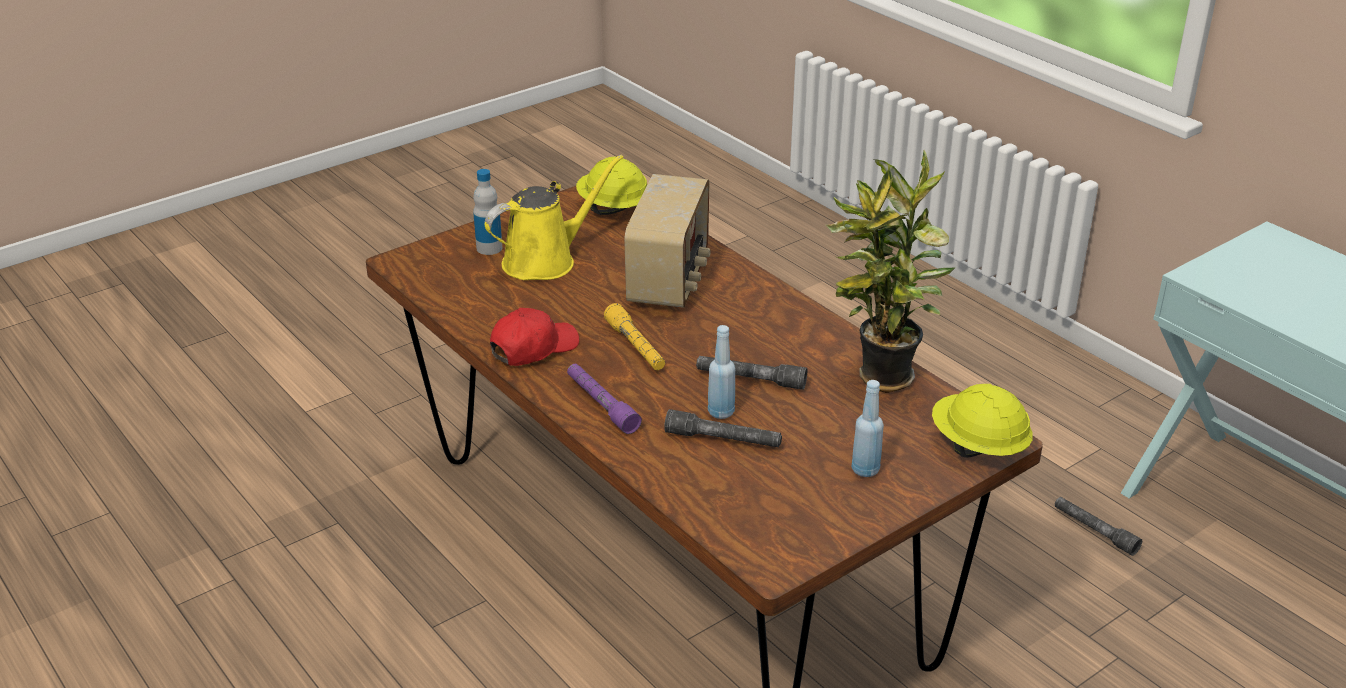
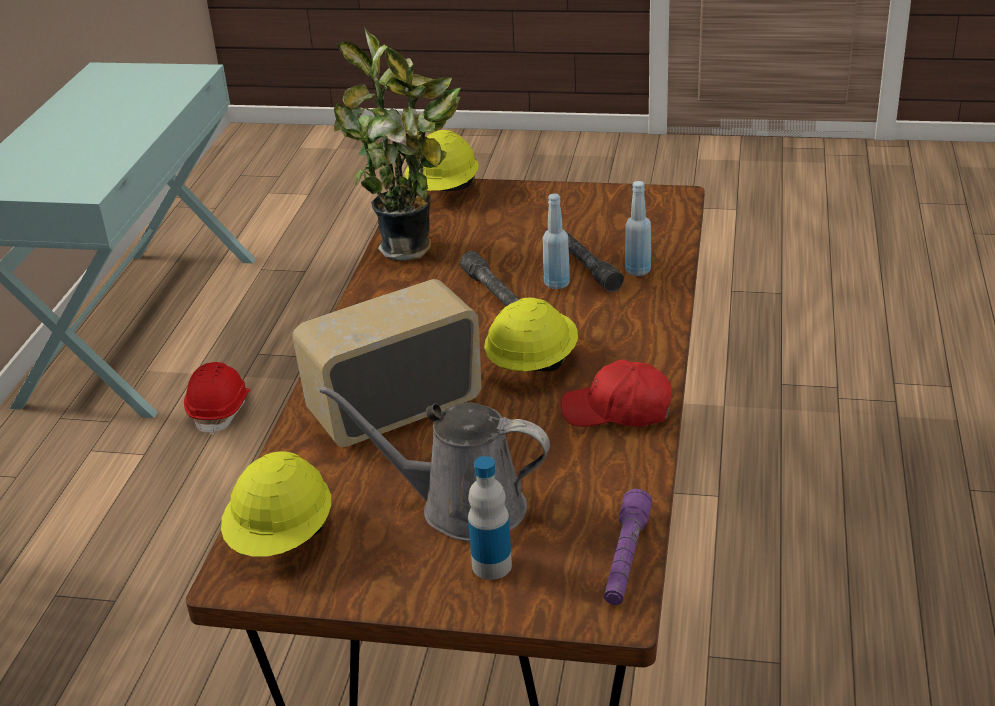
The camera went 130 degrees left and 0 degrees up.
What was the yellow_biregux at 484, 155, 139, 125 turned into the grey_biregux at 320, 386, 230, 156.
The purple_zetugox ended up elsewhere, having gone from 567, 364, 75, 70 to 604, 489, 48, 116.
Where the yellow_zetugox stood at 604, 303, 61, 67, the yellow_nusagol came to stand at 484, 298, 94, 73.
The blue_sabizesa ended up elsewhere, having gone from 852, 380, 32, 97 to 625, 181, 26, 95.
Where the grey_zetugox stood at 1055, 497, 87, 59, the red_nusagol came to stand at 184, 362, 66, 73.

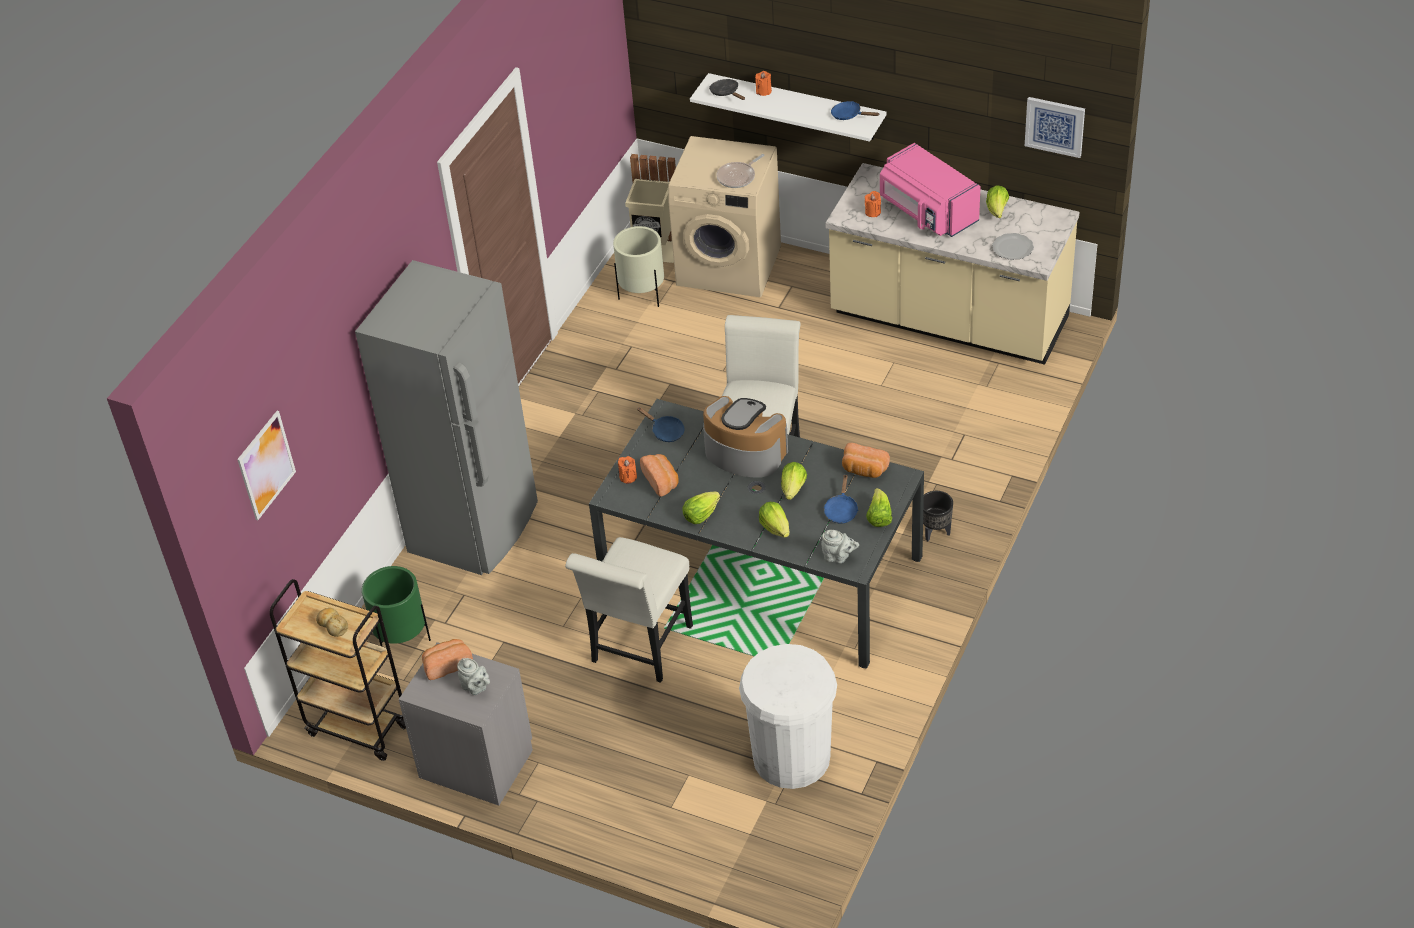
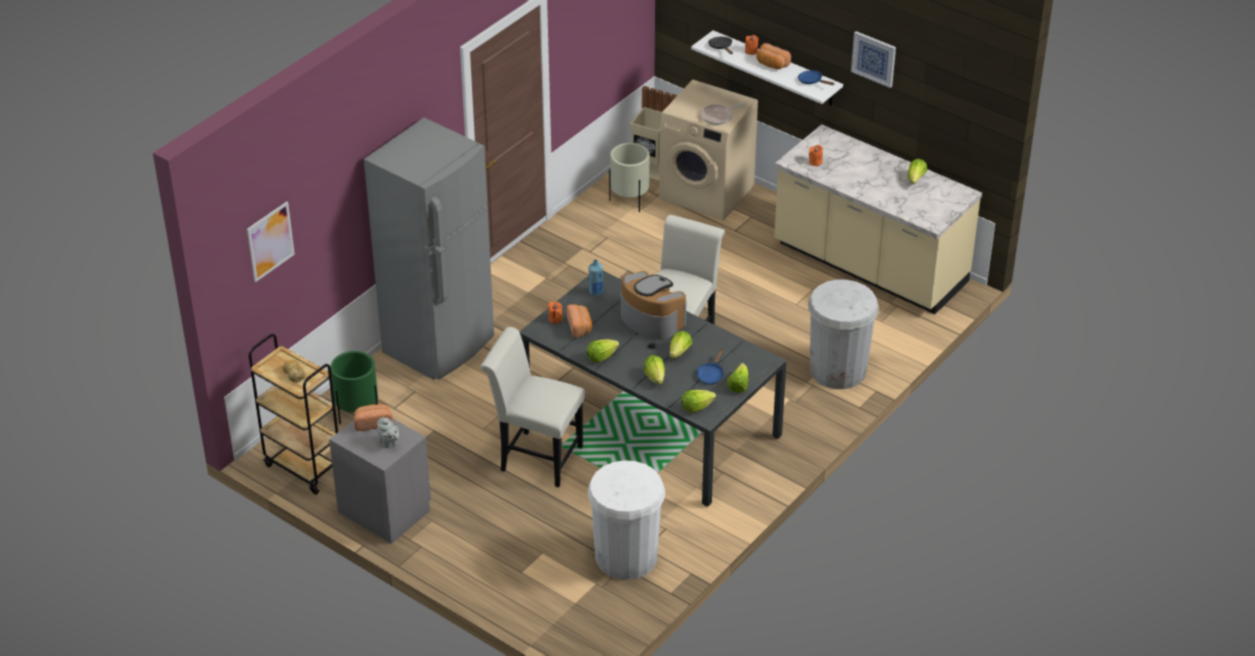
The camera went 10 degrees right and 5 degrees down.
The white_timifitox at 565, 537, 128, 146 ended up facing another way, 75 degrees clockwise from before.
Where the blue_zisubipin stood at 637, 407, 48, 35, the blue_sabizesa came to stand at 589, 259, 14, 37.
Where the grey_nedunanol stood at 821, 530, 38, 33, the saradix came to stand at 681, 390, 35, 23.
The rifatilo ended up elsewhere, having gone from 842, 443, 48, 35 to 756, 43, 35, 26.
The second view lost the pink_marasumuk at 880, 143, 101, 94.
The second view lost the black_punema at 923, 491, 30, 50.
The second view lost the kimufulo at 992, 233, 42, 27.
The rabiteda ended up elsewhere, having gone from 1025, 97, 60, 61 to 851, 31, 45, 57.
The second view gained the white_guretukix at 808, 279, 71, 110.

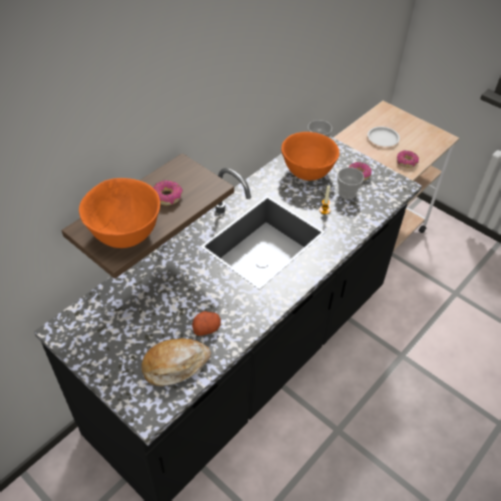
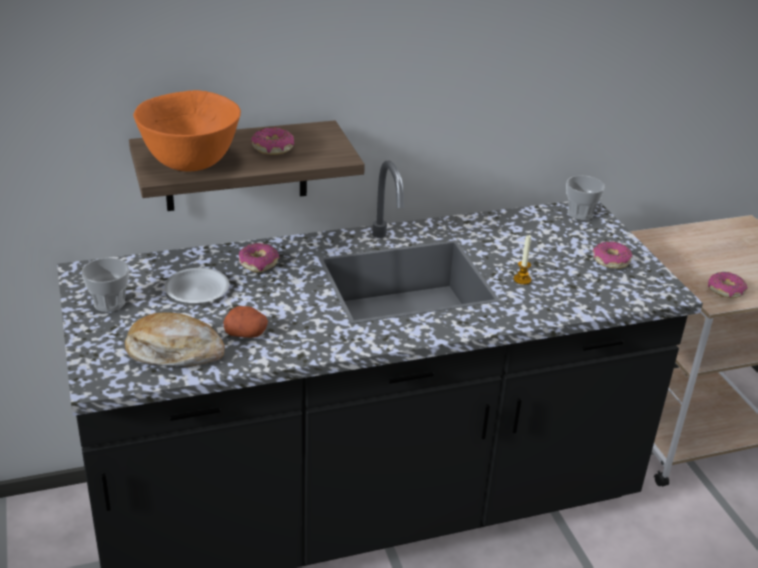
The camera went 30 degrees right and 15 degrees down.
The second view lost the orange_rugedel at 281, 132, 58, 49.
The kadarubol ended up elsewhere, having gone from 337, 167, 27, 33 to 82, 258, 47, 54.
The white_kimufulo ended up elsewhere, having gone from 367, 126, 33, 21 to 164, 268, 65, 35.
The second view gained the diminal at 239, 243, 41, 29.

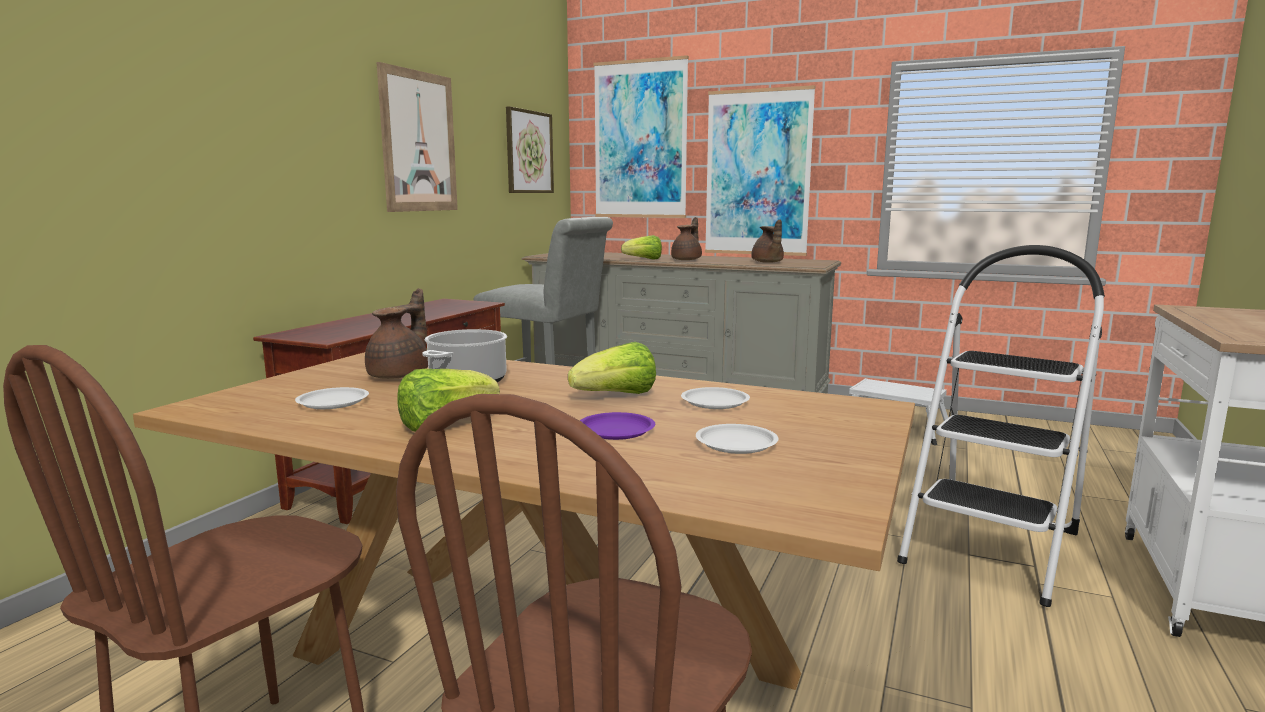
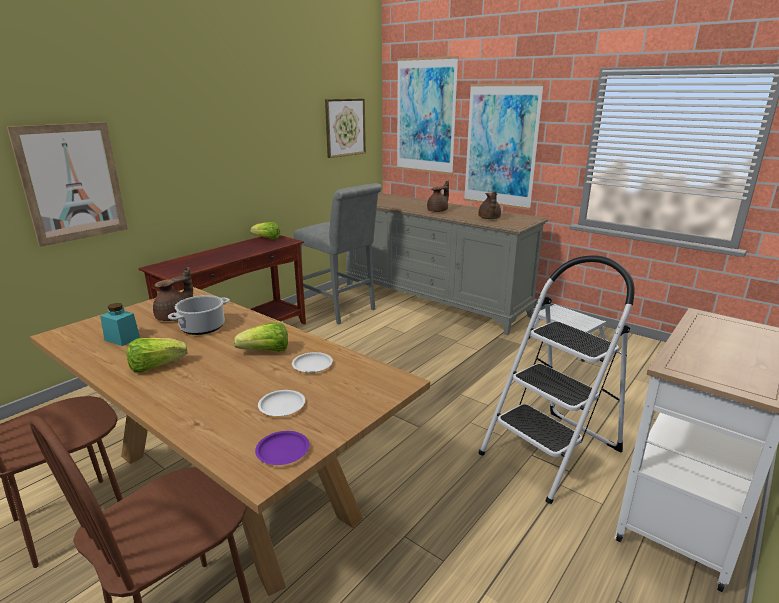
The camera went 15 degrees right and 10 degrees up.
Where the white_kimufulo stood at 295, 387, 74, 22, the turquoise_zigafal came to stand at 100, 303, 40, 43.
The rabiteda ended up elsewhere, having gone from 377, 62, 81, 150 to 7, 122, 121, 125.
The purple_kimufulo ended up elsewhere, having gone from 580, 412, 75, 28 to 255, 431, 54, 34.
The saradix ended up elsewhere, having gone from 621, 235, 41, 25 to 250, 222, 30, 17.

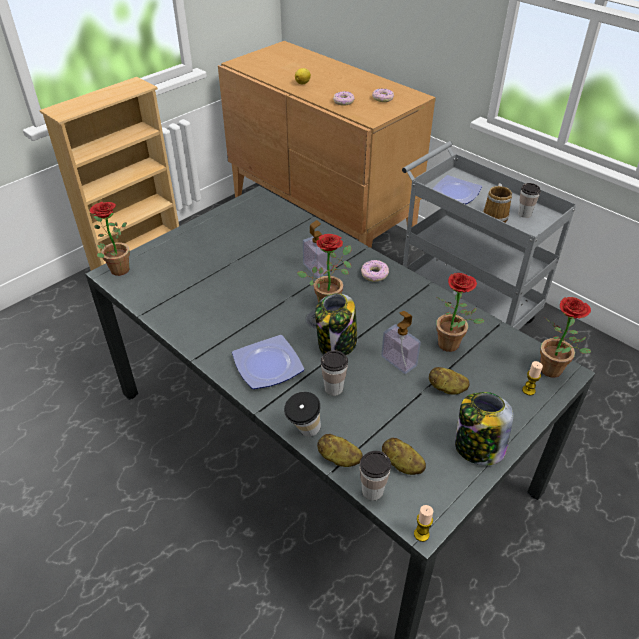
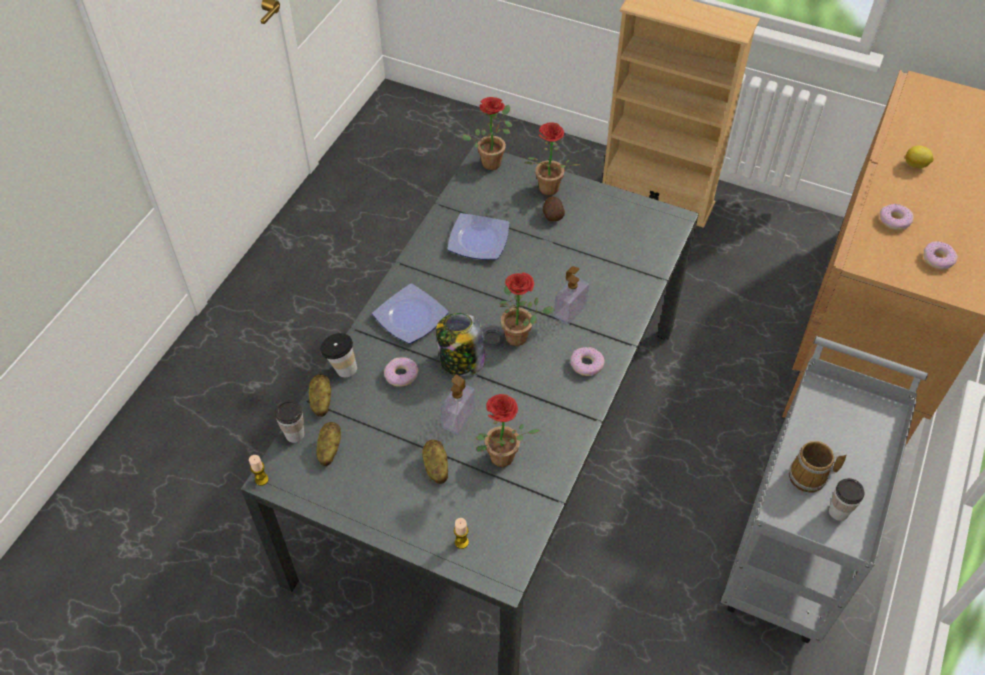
The camera went 70 degrees right and 10 degrees up.
Where the kadarubol stood at 321, 351, 27, 45, the diminal came to stand at 384, 357, 35, 30.
The kimufulo ended up elsewhere, having gone from 433, 175, 49, 29 to 447, 213, 63, 47.
The second view lost the zigafal at 455, 392, 58, 73.
The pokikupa ended up elsewhere, having gone from 540, 297, 51, 80 to 524, 122, 56, 73.
The second view gained the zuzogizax at 543, 197, 22, 24.

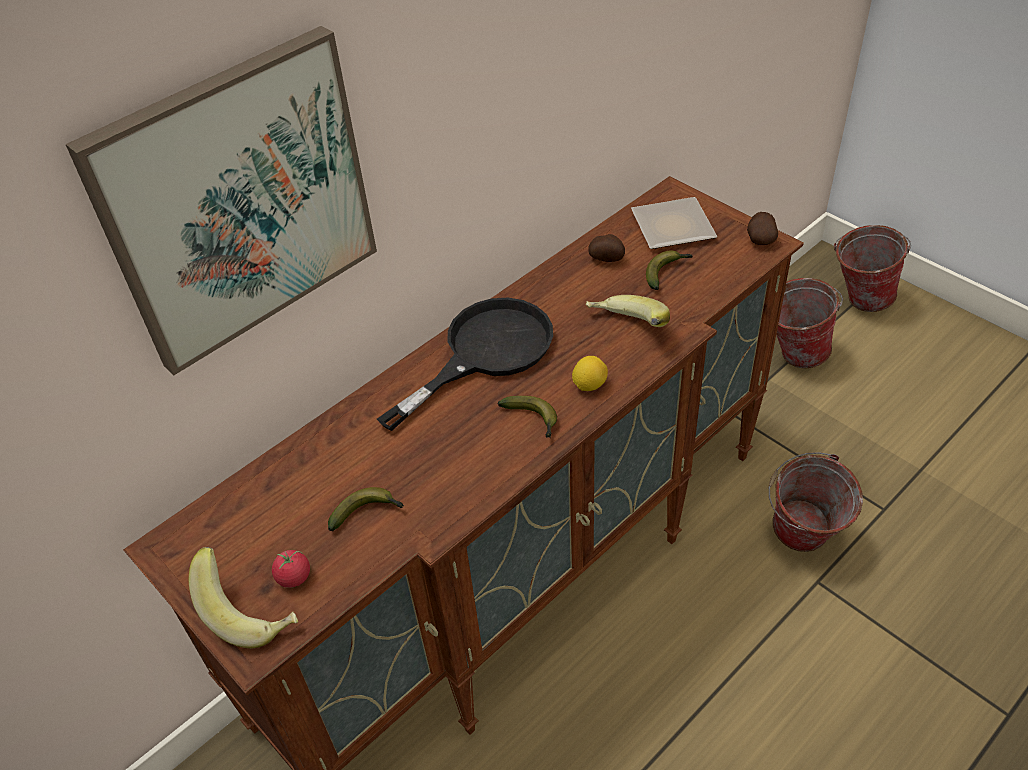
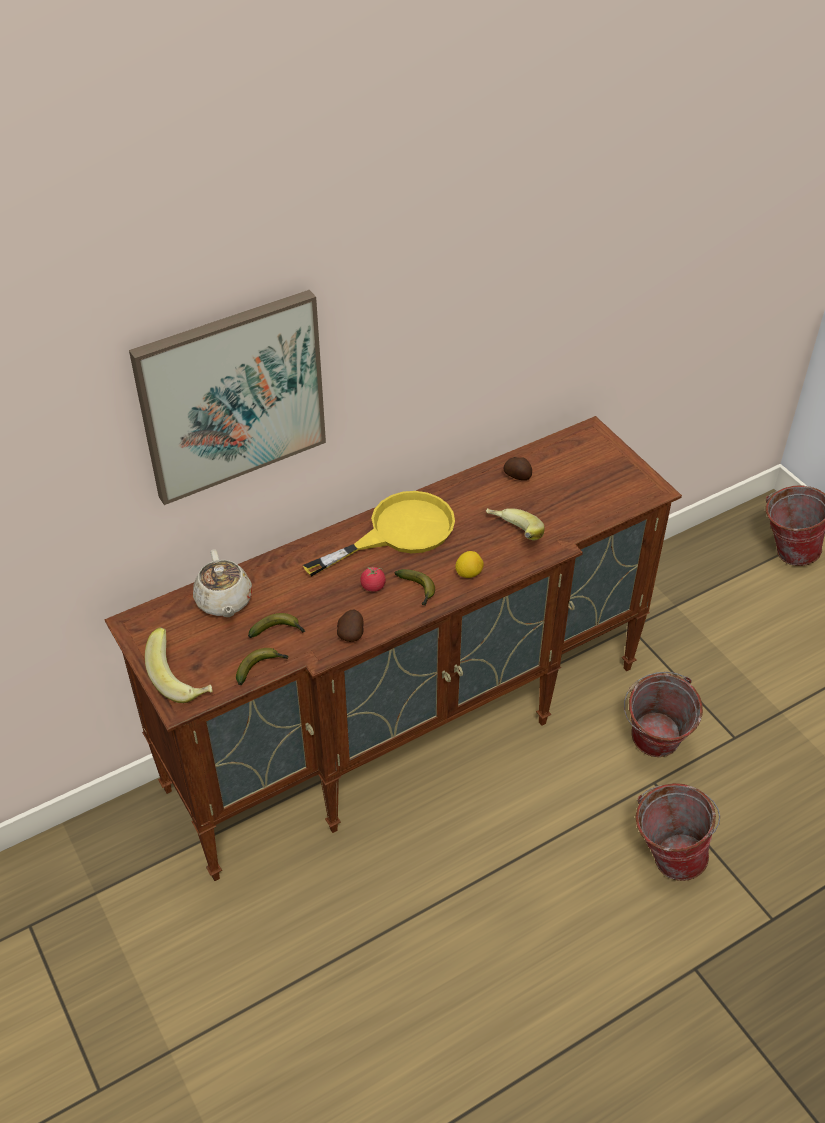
The camera went 10 degrees right and 0 degrees up.
The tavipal ended up elsewhere, having gone from 272, 550, 38, 38 to 360, 567, 26, 25.
What was the black_zisubipin at 377, 298, 176, 133 turned into the yellow_zisubipin at 303, 491, 152, 86.
The second view lost the kimufulo at 631, 197, 87, 52.
The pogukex ended up elsewhere, having gone from 646, 250, 47, 40 to 236, 648, 52, 37.
The zuzogizax ended up elsewhere, having gone from 747, 212, 31, 33 to 337, 610, 26, 32.
The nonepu ended up elsewhere, having gone from 776, 278, 67, 90 to 635, 783, 85, 98.
The second view gained the beige_nedunanol at 193, 549, 59, 68.

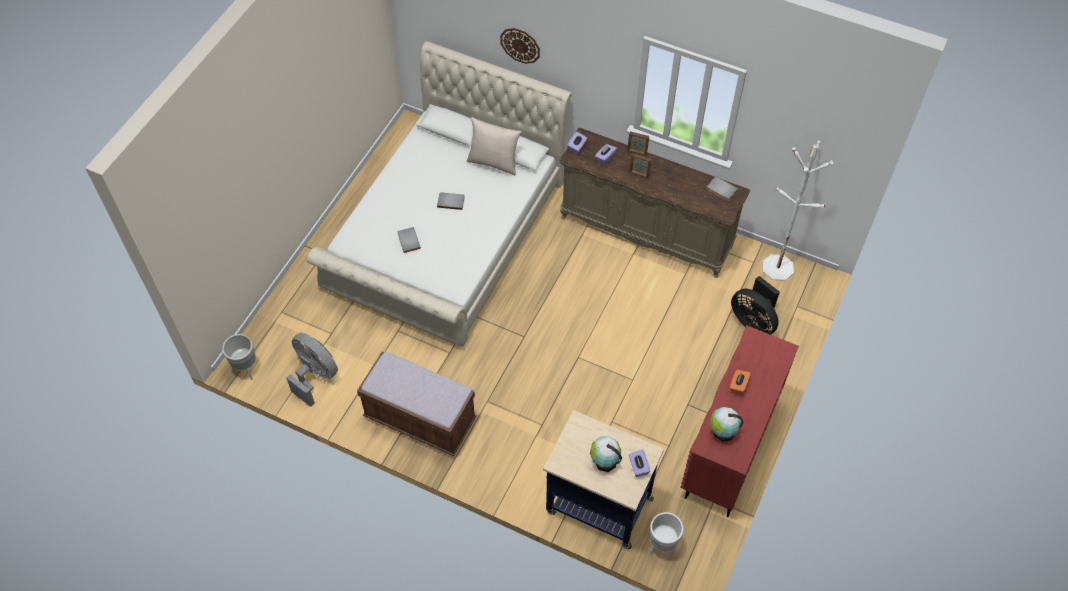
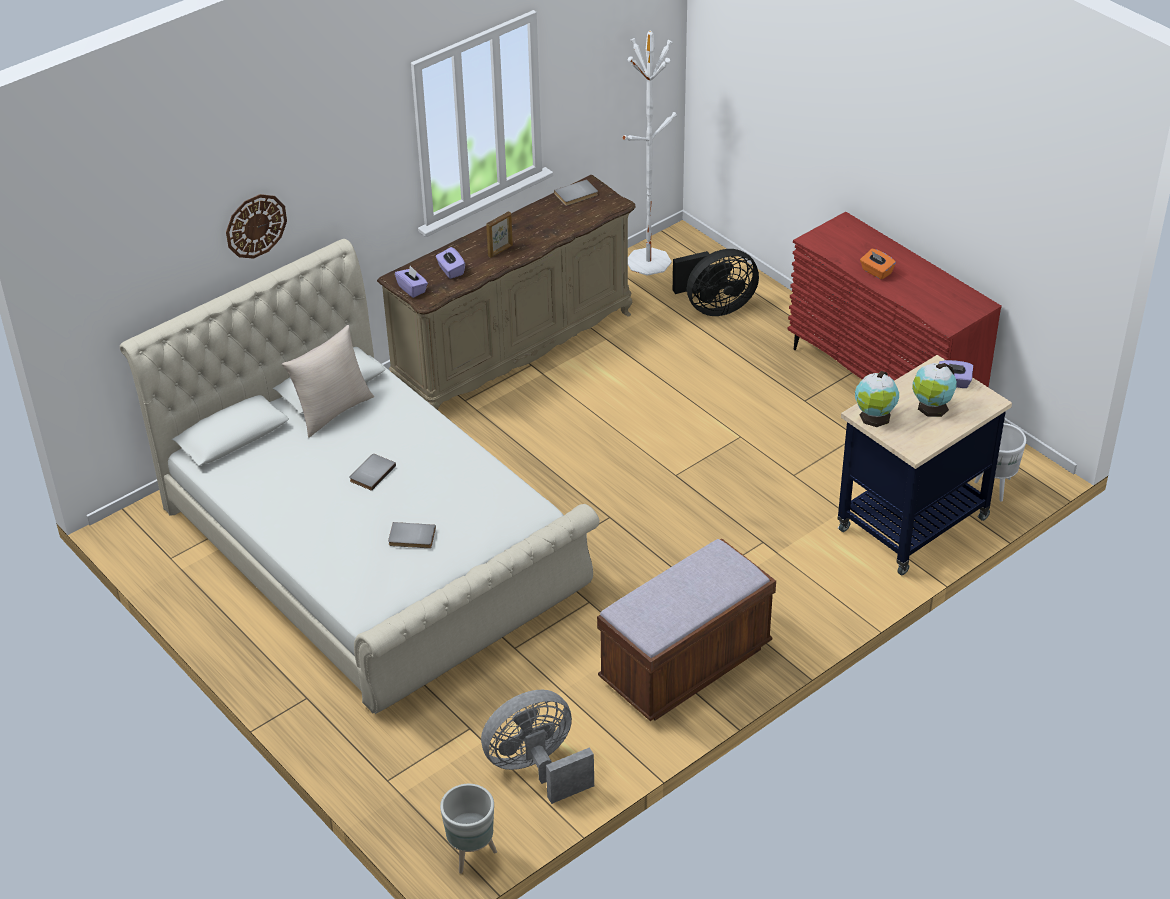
The camera went 65 degrees left and 15 degrees down.
The second view lost the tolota at 627, 131, 22, 24.
The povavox ended up elsewhere, having gone from 710, 407, 33, 35 to 855, 371, 44, 56.

